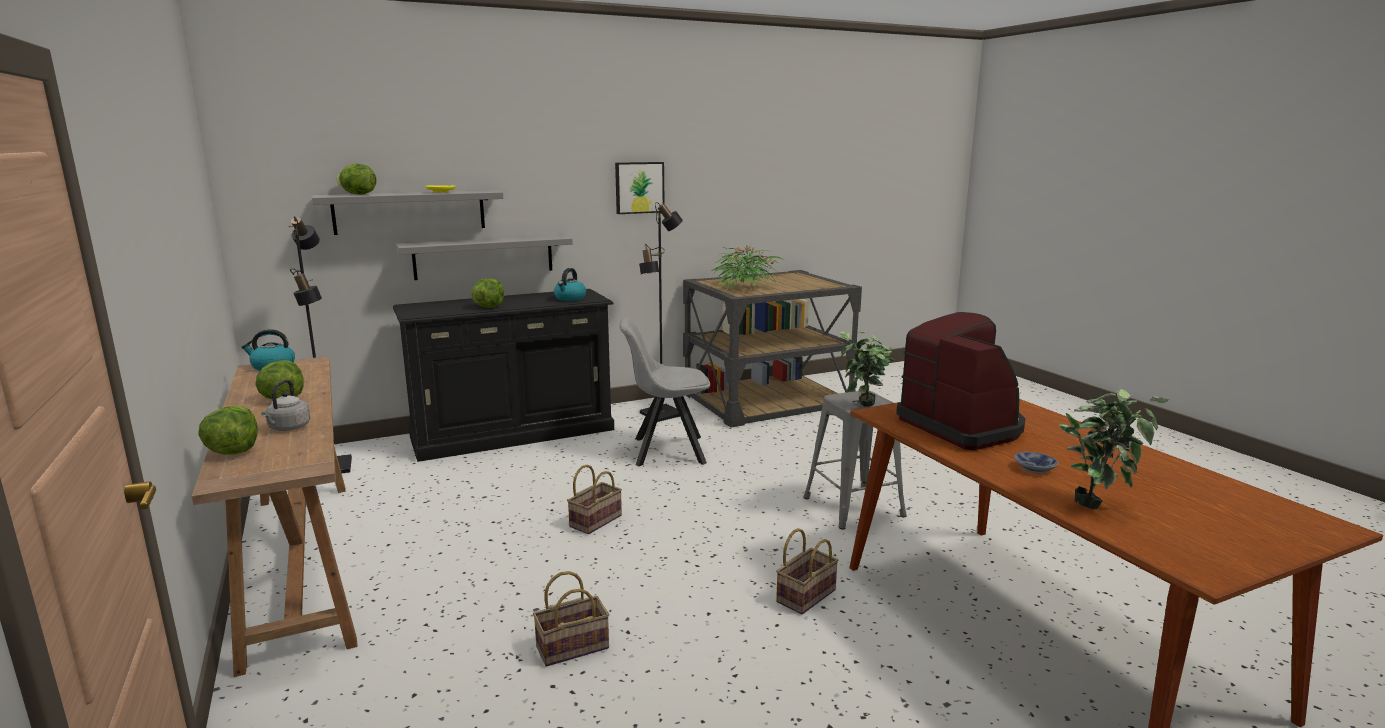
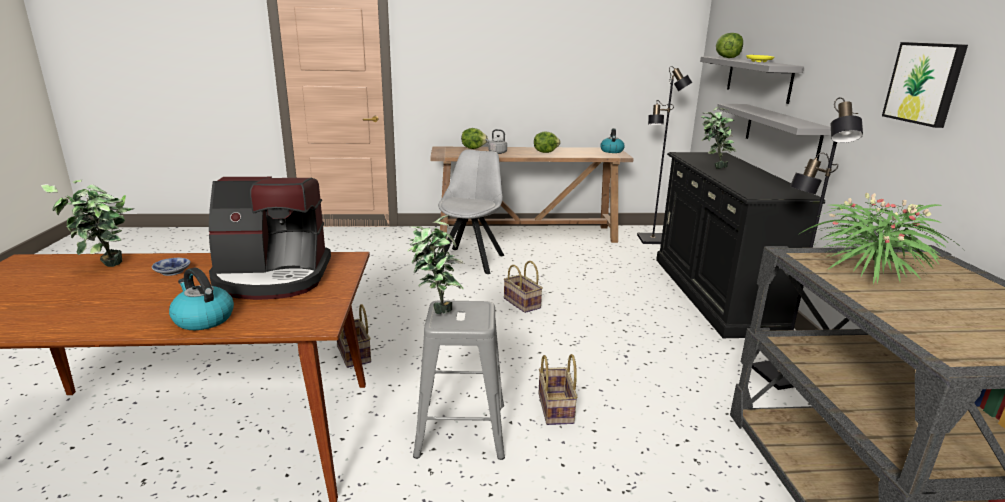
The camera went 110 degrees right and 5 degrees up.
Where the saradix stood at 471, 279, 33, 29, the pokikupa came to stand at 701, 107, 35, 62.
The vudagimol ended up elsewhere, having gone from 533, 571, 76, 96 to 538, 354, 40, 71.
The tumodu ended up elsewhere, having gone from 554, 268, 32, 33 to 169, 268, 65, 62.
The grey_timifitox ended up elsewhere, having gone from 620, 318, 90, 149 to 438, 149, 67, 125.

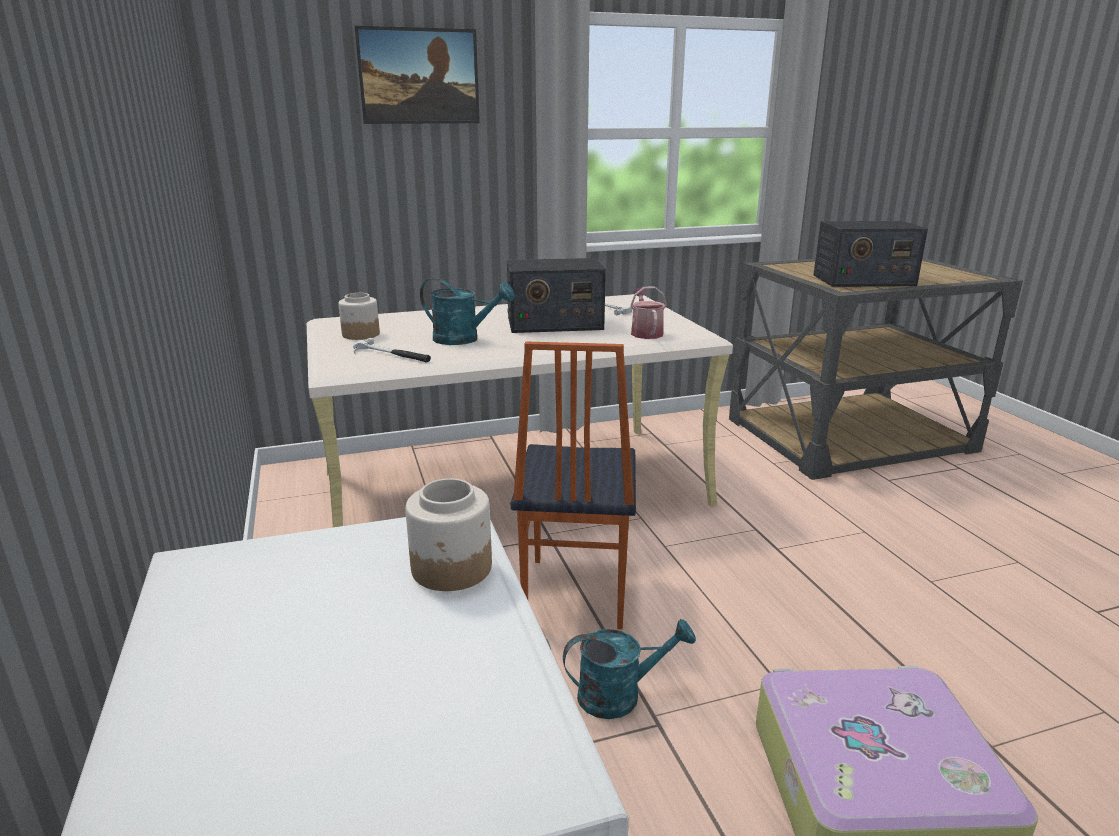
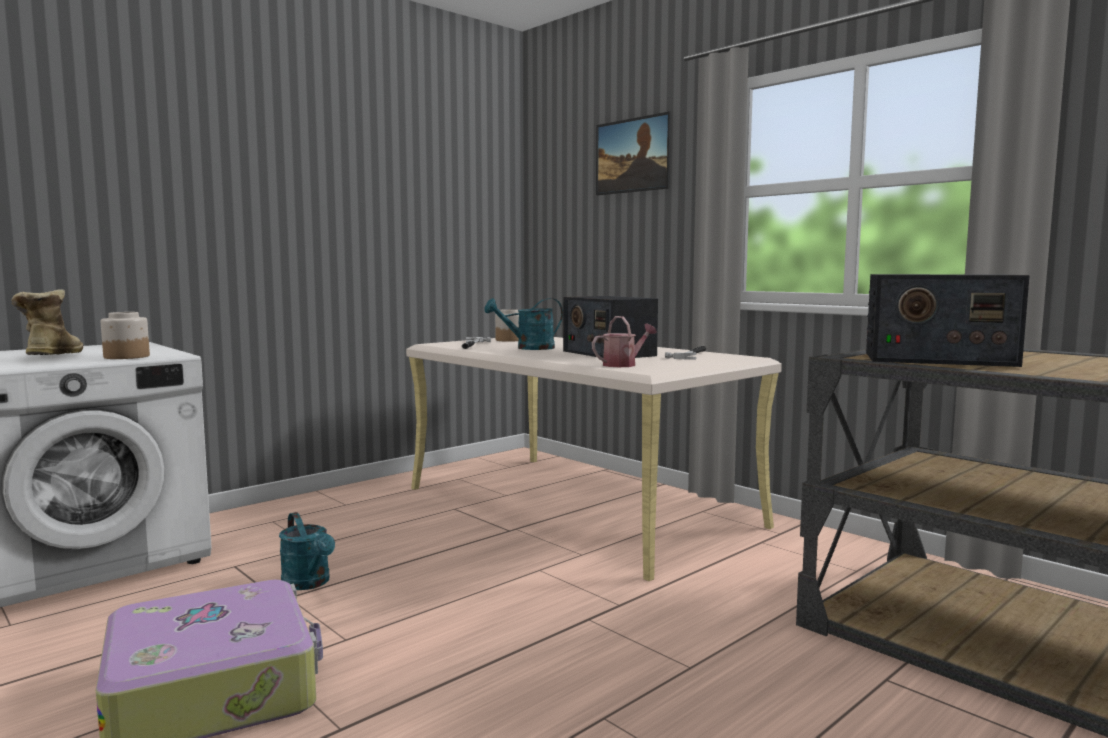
The camera went 65 degrees right and 15 degrees down.
The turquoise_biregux at 420, 278, 95, 67 ended up facing another way, 75 degrees clockwise from before.
The second view lost the timifitox at 511, 342, 125, 287.
The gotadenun at 813, 221, 115, 66 ended up facing another way, 45 degrees counterclockwise from before.
The second view gained the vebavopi at 11, 289, 72, 66.

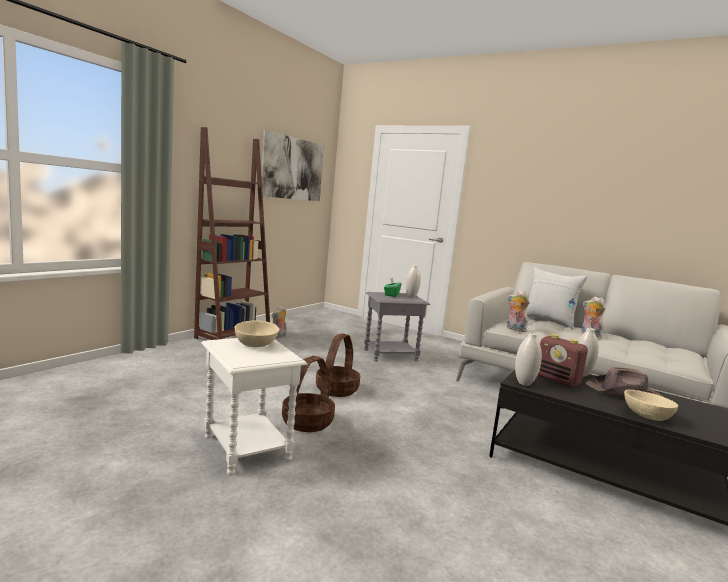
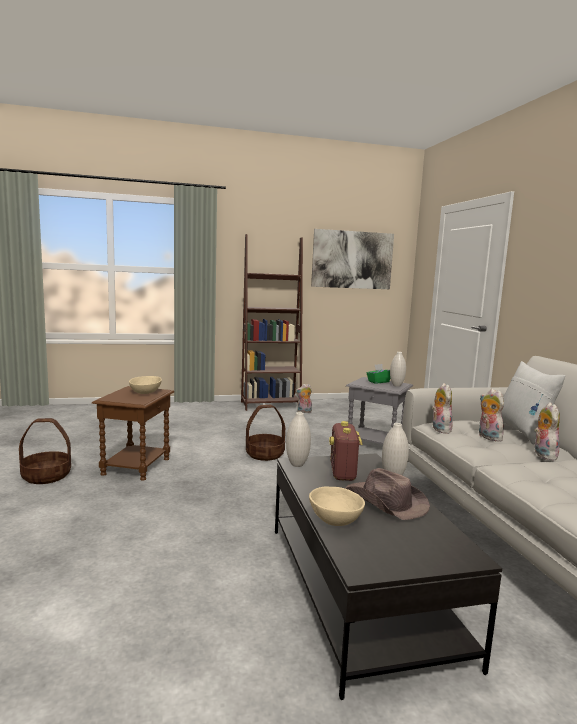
The camera went 45 degrees right and 0 degrees up.
What was the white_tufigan at 201, 338, 106, 137 turned into the brown_tufigan at 92, 386, 82, 95.
The vudagimol ended up elsewhere, having gone from 282, 356, 53, 76 to 19, 418, 52, 66.
The second view gained the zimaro at 479, 389, 25, 52.

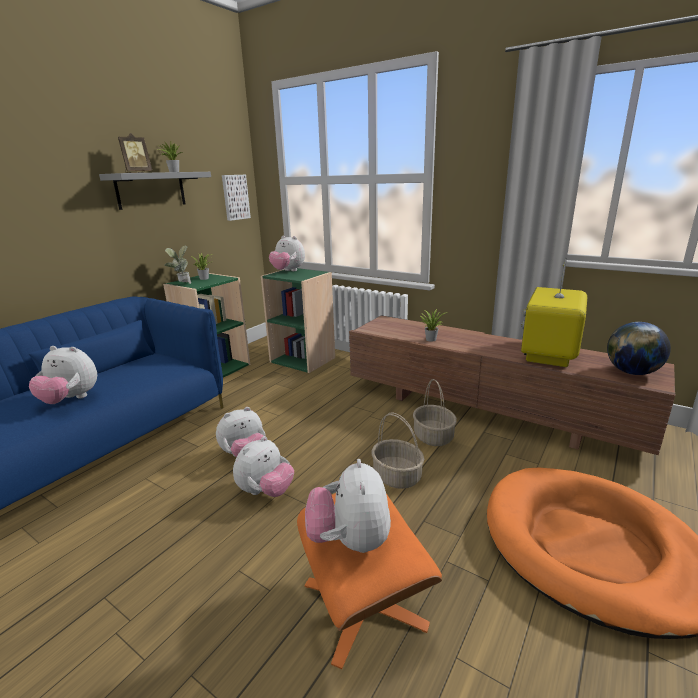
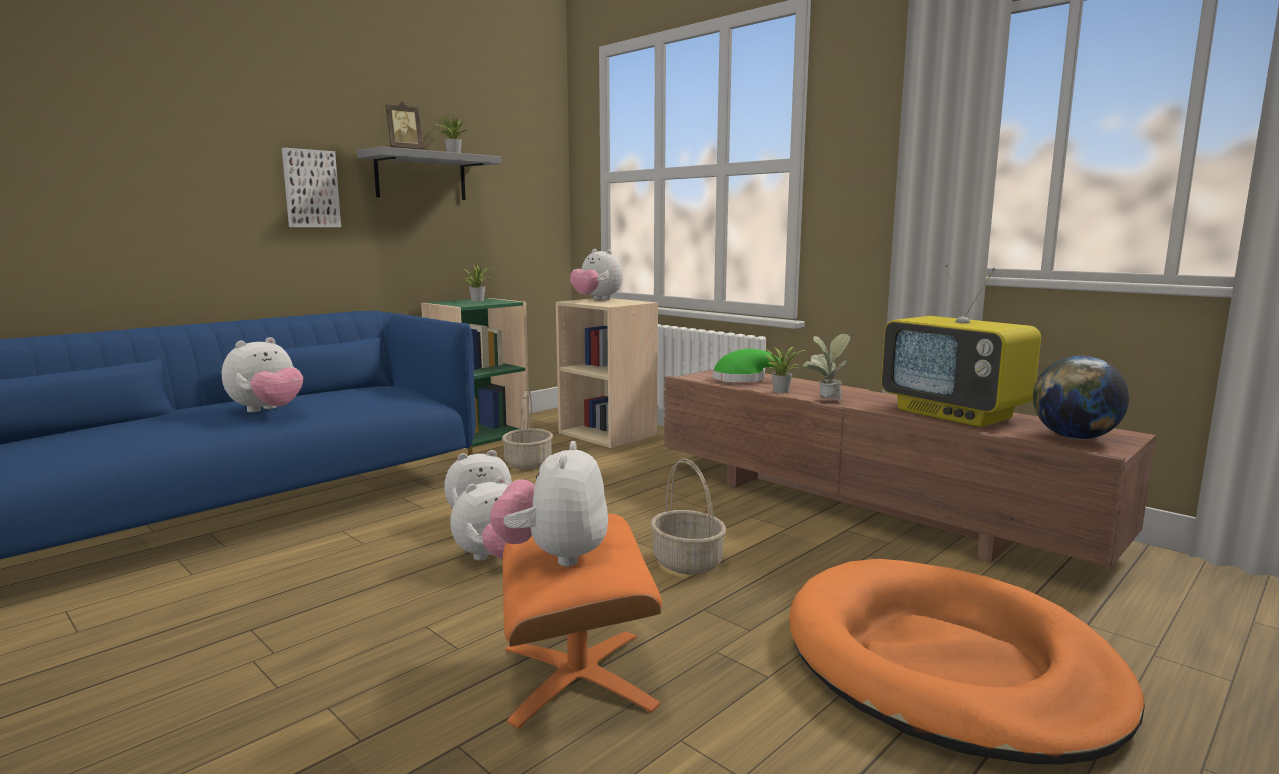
The camera went 10 degrees right and 10 degrees down.
The zimaro at 29, 346, 68, 58 ended up facing another way, 75 degrees counterclockwise from before.
The pokikupa ended up elsewhere, having gone from 164, 246, 27, 38 to 803, 334, 48, 68.
The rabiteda ended up elsewhere, having gone from 222, 175, 29, 46 to 282, 148, 59, 79.
What was the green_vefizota at 261, 268, 74, 105 turned into the beige_vefizota at 556, 298, 102, 150.
The vudagimol ended up elsewhere, having gone from 413, 379, 44, 67 to 502, 389, 51, 81.
The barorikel at 521, 257, 66, 110 ended up facing another way, 75 degrees counterclockwise from before.
The second view gained the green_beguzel at 713, 349, 68, 34.

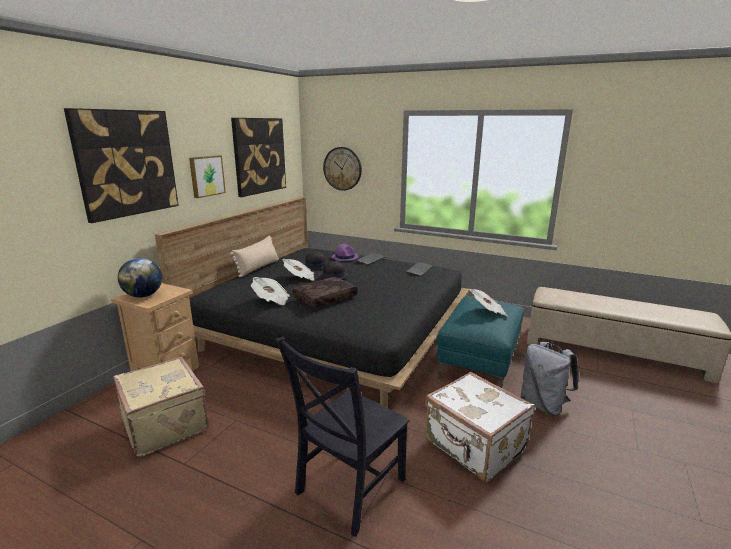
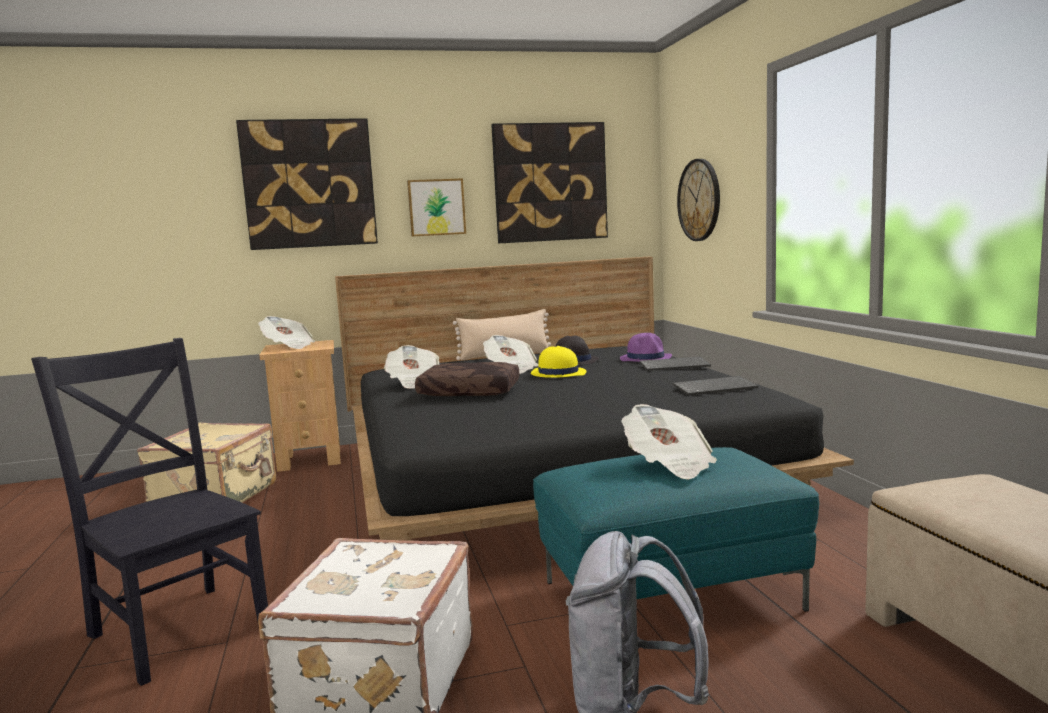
The camera went 50 degrees right and 10 degrees down.
Where the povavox stood at 118, 258, 44, 39, the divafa came to stand at 258, 316, 57, 33.
The black_timifitox at 276, 337, 133, 200 ended up facing another way, 45 degrees clockwise from before.
What was the black_beguzel at 318, 261, 31, 18 turned into the yellow_beguzel at 531, 346, 55, 32.

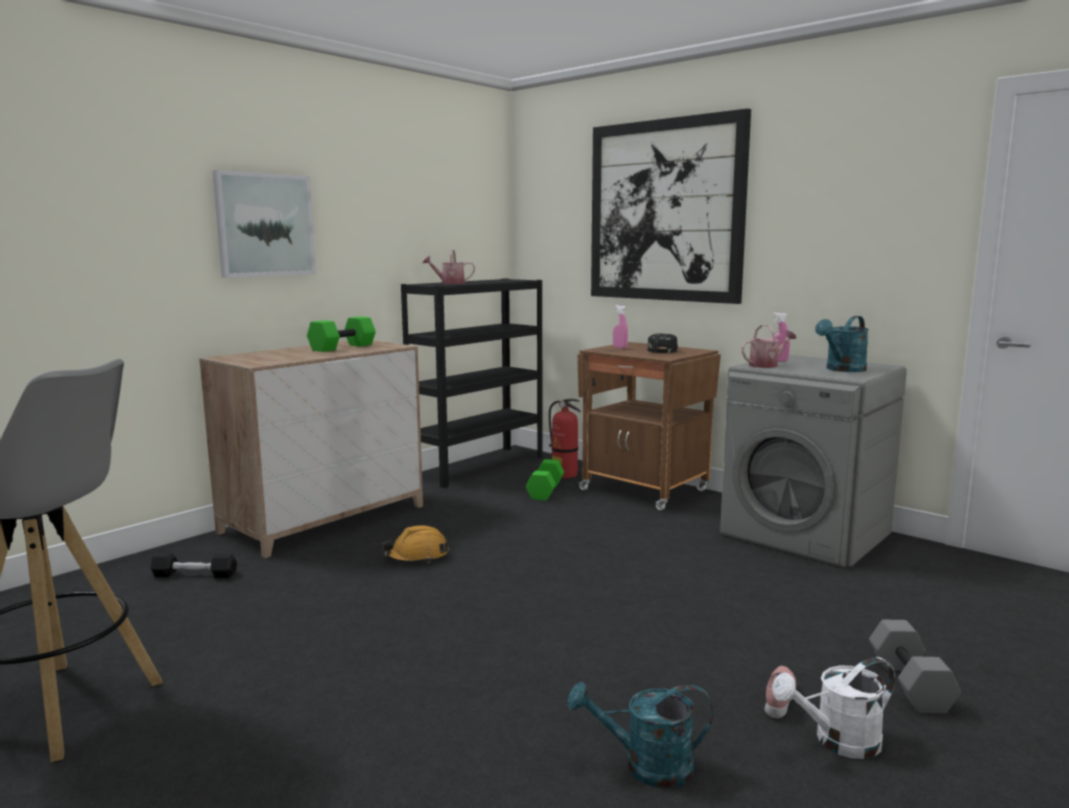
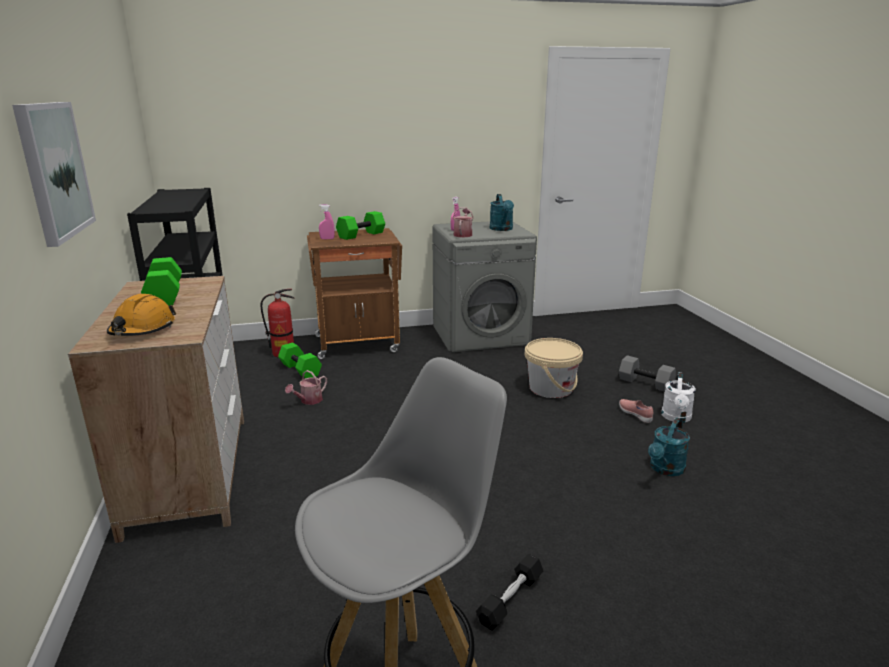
The camera went 55 degrees left and 10 degrees up.
The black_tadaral ended up elsewhere, having gone from 150, 552, 87, 26 to 476, 554, 67, 77.
The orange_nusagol ended up elsewhere, having gone from 382, 525, 67, 38 to 107, 294, 69, 42.
The biregux ended up elsewhere, having gone from 423, 250, 52, 34 to 285, 370, 42, 35.
The second view lost the rabiteda at 591, 108, 160, 196.
Where the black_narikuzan stood at 647, 333, 31, 20, the green_tadaral came to stand at 336, 211, 49, 29.
The second view gained the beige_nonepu at 524, 338, 59, 60.

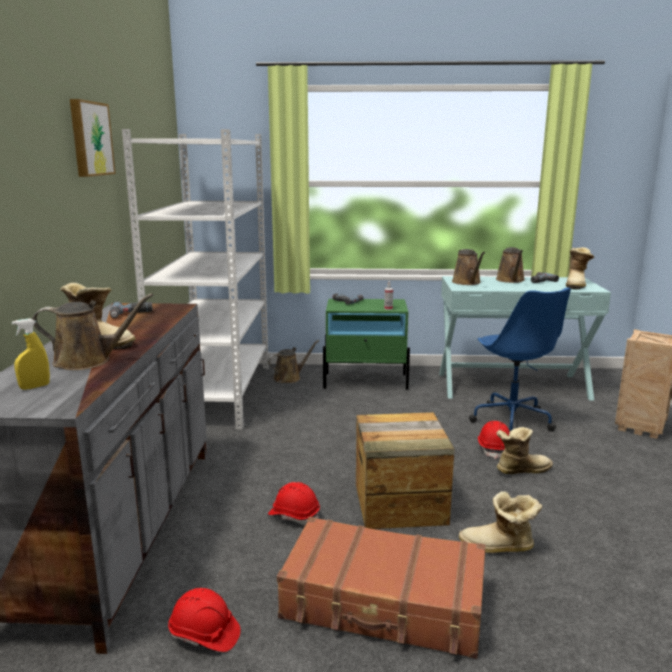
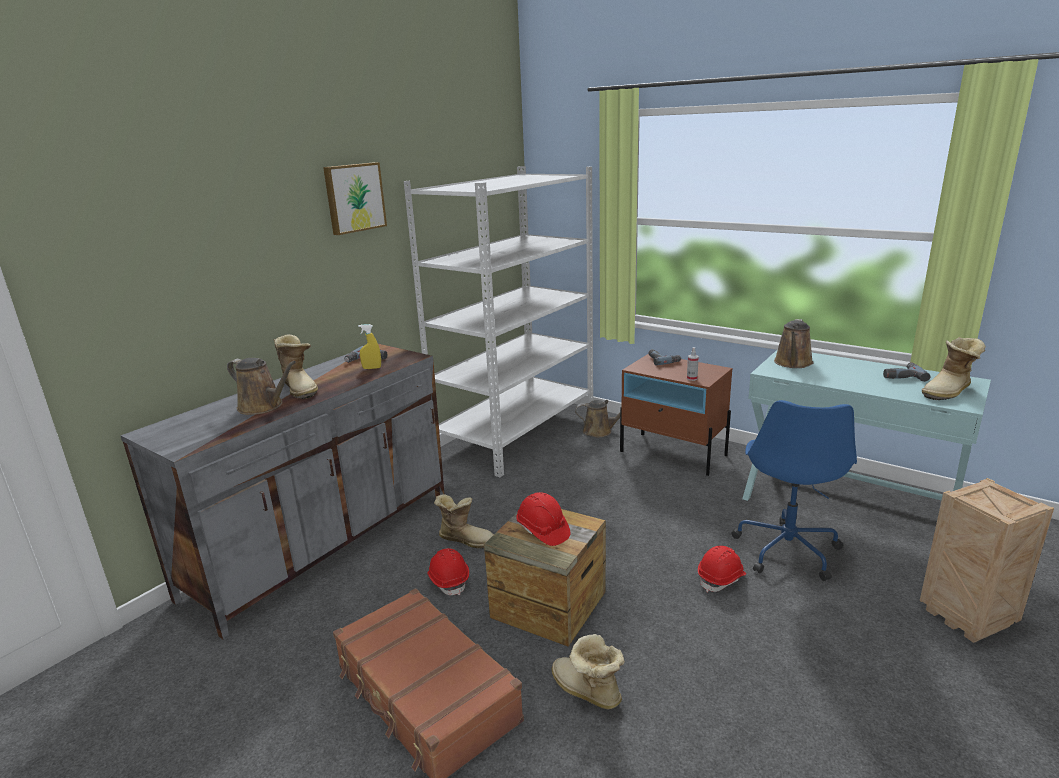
The camera went 35 degrees right and 5 degrees up.
The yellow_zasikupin ended up elsewhere, having gone from 12, 318, 38, 72 to 358, 324, 23, 45.
The red_nusagol ended up elsewhere, having gone from 168, 588, 73, 64 to 516, 492, 55, 54.
What was the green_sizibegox at 323, 299, 87, 91 turned into the brown_sizibegox at 620, 354, 112, 122.
The second view lost the brown_biregux at 496, 247, 29, 36.
The vebavopi ended up elsewhere, having gone from 496, 427, 57, 47 to 434, 494, 60, 55.

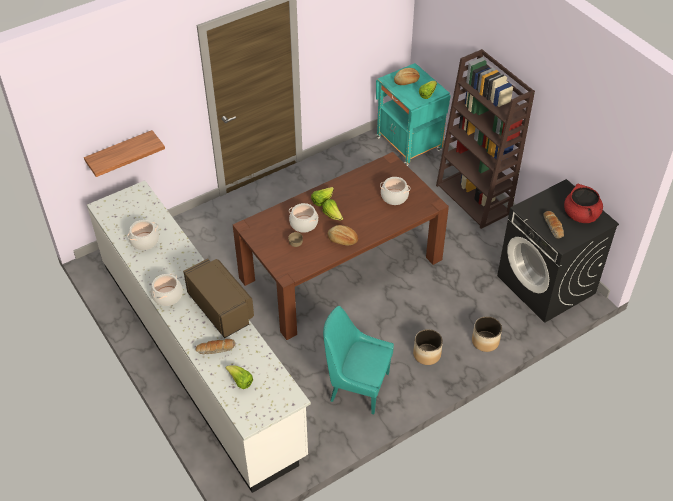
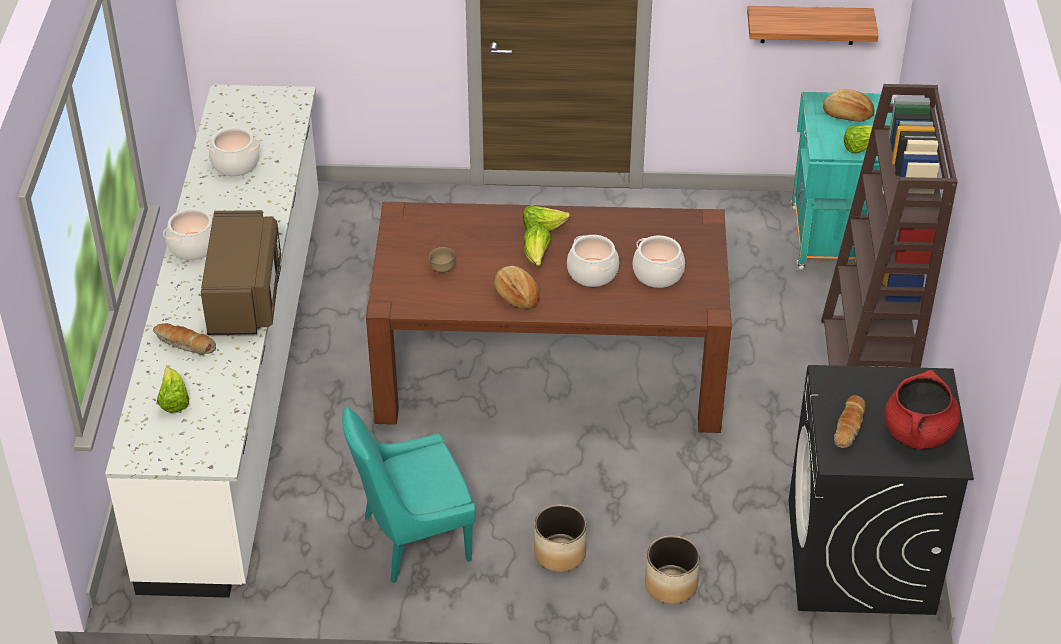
The camera went 35 degrees right and 5 degrees down.
The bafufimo ended up elsewhere, having gone from 84, 130, 81, 47 to 747, 6, 132, 39.
The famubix ended up elsewhere, having gone from 289, 203, 29, 30 to 567, 235, 52, 52.
The turquoise_timifitox at 323, 306, 71, 108 ended up facing another way, 75 degrees counterclockwise from before.

